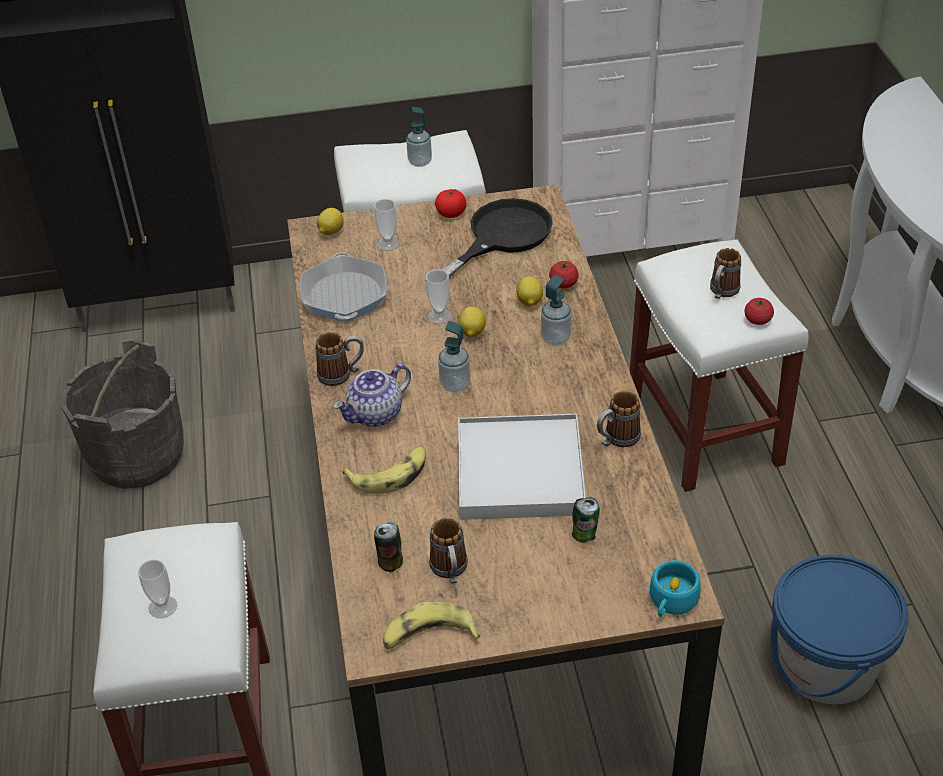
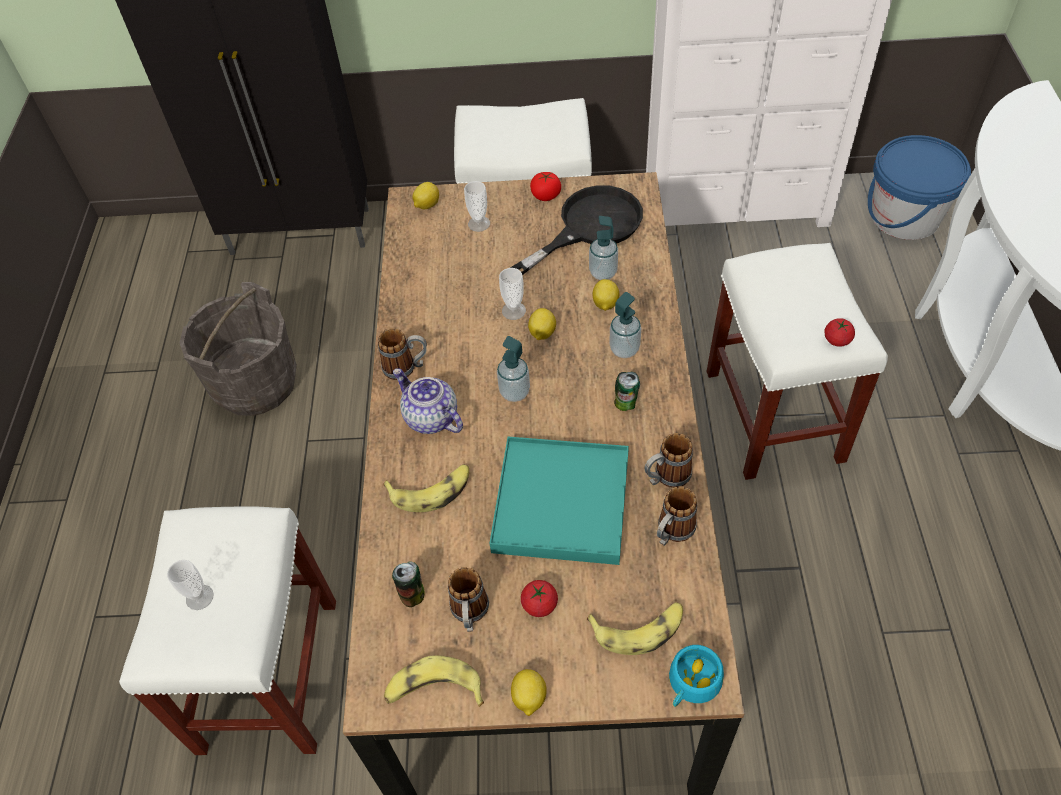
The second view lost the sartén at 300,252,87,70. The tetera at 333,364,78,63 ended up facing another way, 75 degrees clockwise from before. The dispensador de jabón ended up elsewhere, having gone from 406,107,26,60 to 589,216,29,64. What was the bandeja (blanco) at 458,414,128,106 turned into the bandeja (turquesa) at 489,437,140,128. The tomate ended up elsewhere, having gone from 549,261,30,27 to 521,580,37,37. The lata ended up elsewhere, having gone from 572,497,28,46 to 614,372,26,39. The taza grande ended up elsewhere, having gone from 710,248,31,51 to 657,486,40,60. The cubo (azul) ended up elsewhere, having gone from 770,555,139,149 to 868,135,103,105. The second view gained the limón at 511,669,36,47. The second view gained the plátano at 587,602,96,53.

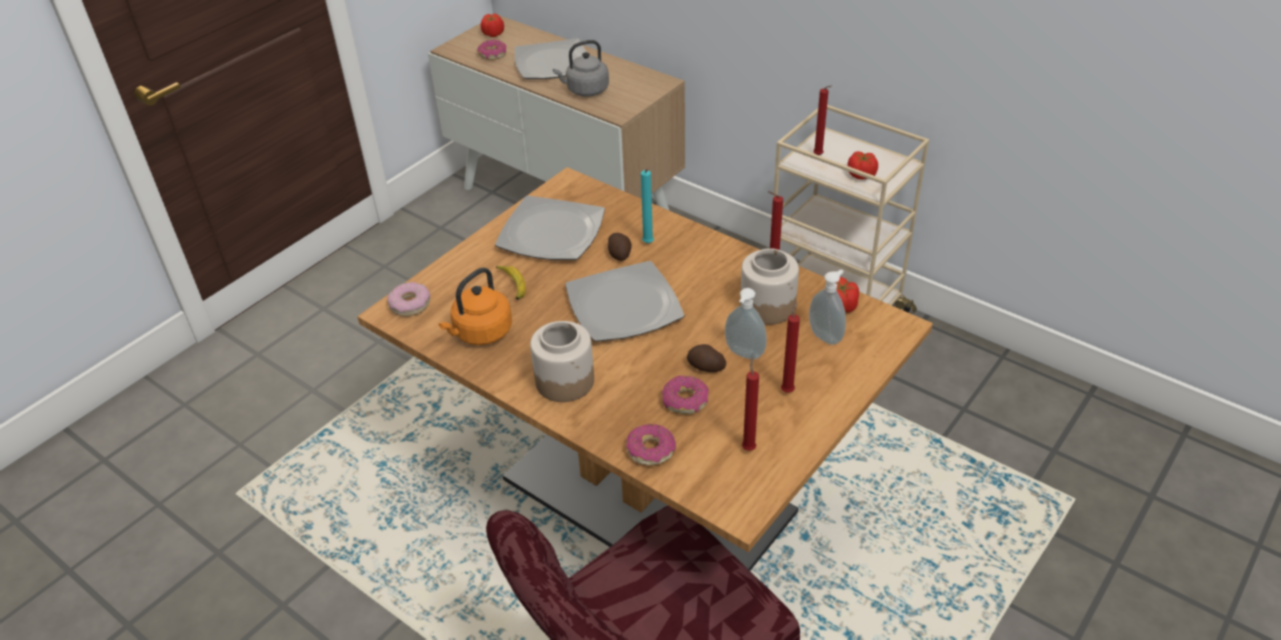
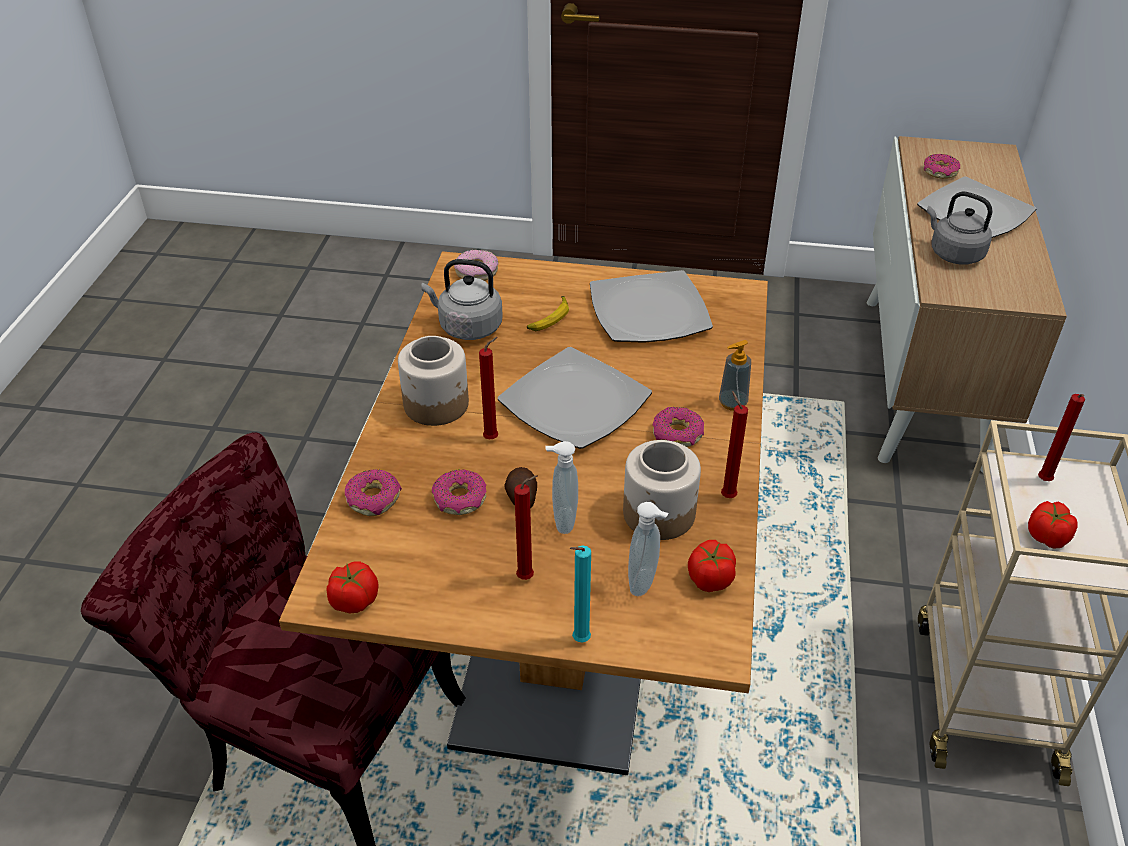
What was the hervidor (naranja) at 438,268,74,77 turned into the hervidor (gris) at 422,259,81,81. The tomate ended up elsewhere, having gone from 480,13,24,24 to 326,561,53,52. The second view lost the patata at 608,233,24,28. The vela (turquesa) ended up elsewhere, having gone from 641,169,13,74 to 570,545,21,97. The vela (rojo) ended up elsewhere, having gone from 742,358,17,93 to 479,337,19,102. The second view gained the rosquilla at 652,407,52,40. The second view gained the dispensador de jabón at 719,340,32,71.

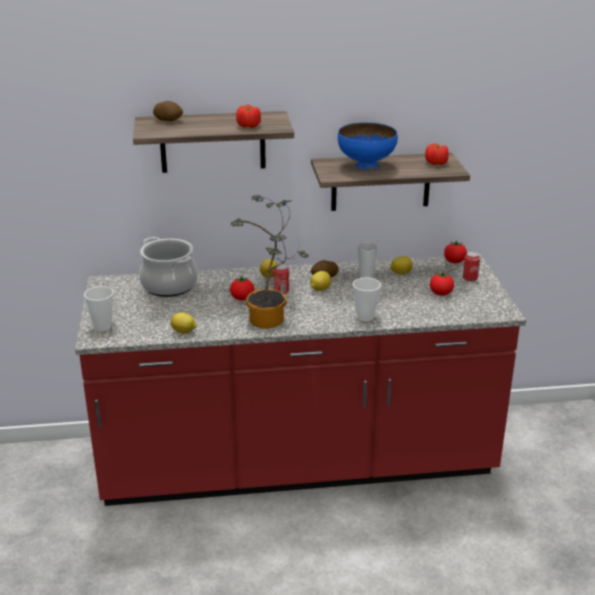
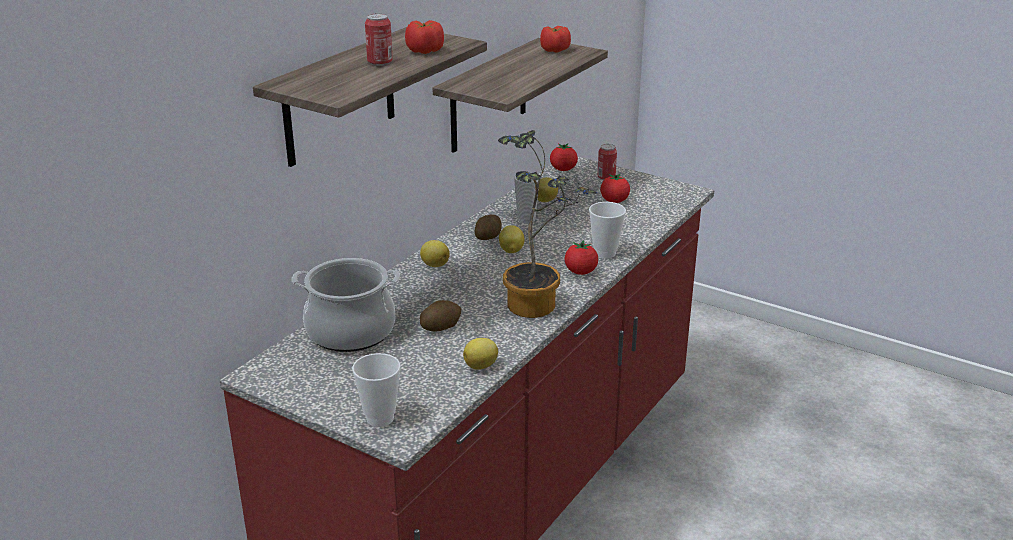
The patata ended up elsewhere, having gone from 153,101,30,20 to 420,300,41,32. The tomate ended up elsewhere, having gone from 230,275,24,26 to 565,240,33,35. The lata ended up elsewhere, having gone from 274,264,15,30 to 365,13,27,53. The second view lost the cuenco (azul) at 338,122,60,49.

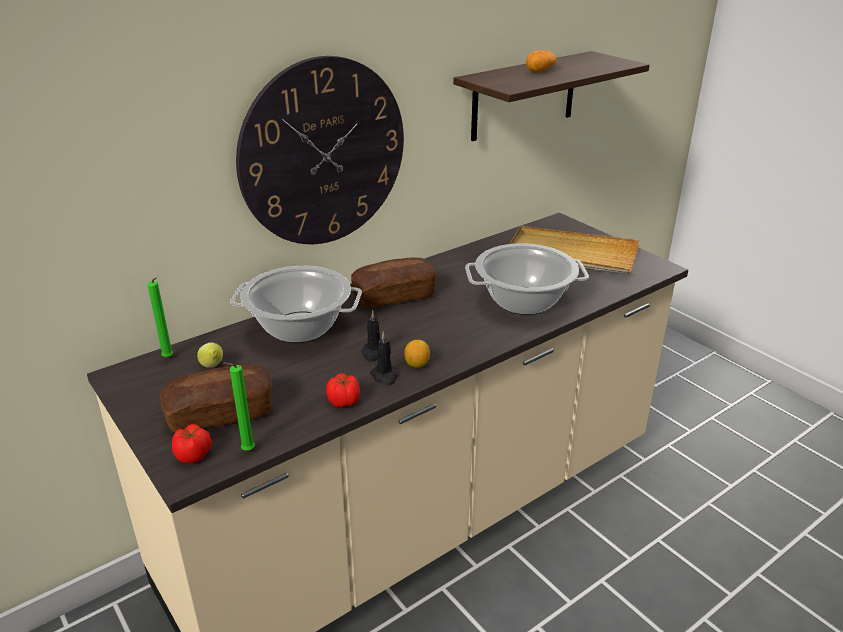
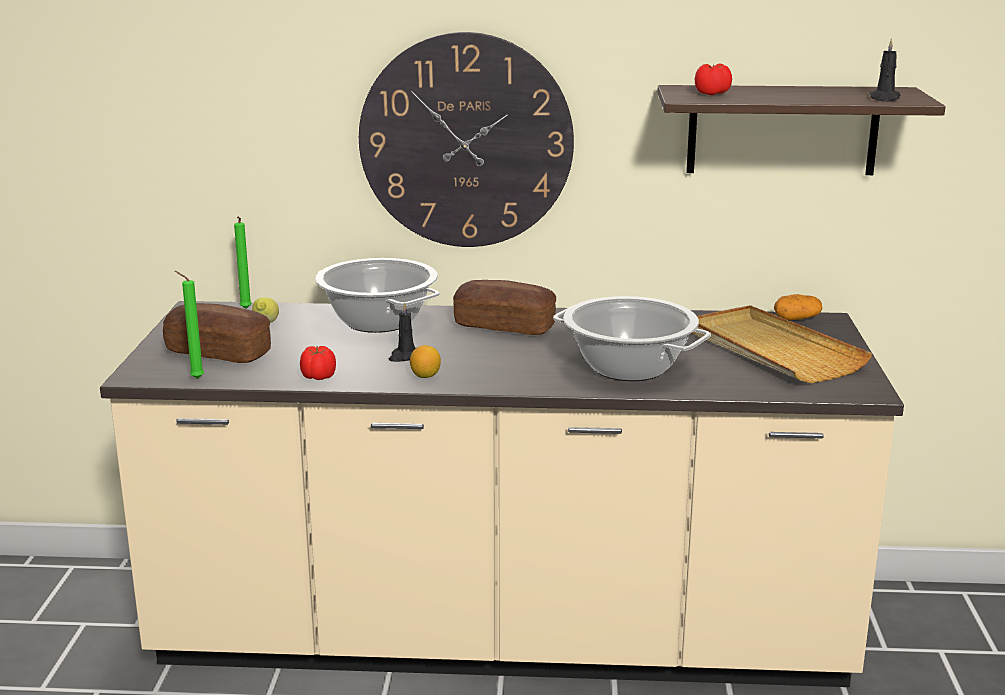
The tomate ended up elsewhere, having gone from 172,424,40,39 to 695,64,37,31. The vela (negro) ended up elsewhere, having gone from 370,332,28,53 to 870,38,30,64. The patata ended up elsewhere, having gone from 526,50,31,23 to 774,294,48,26.

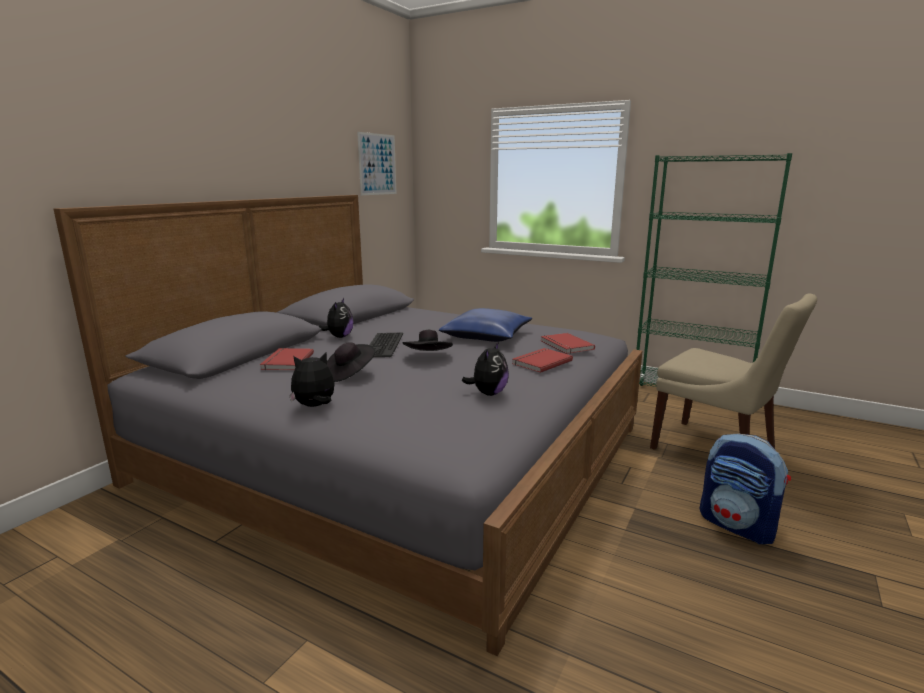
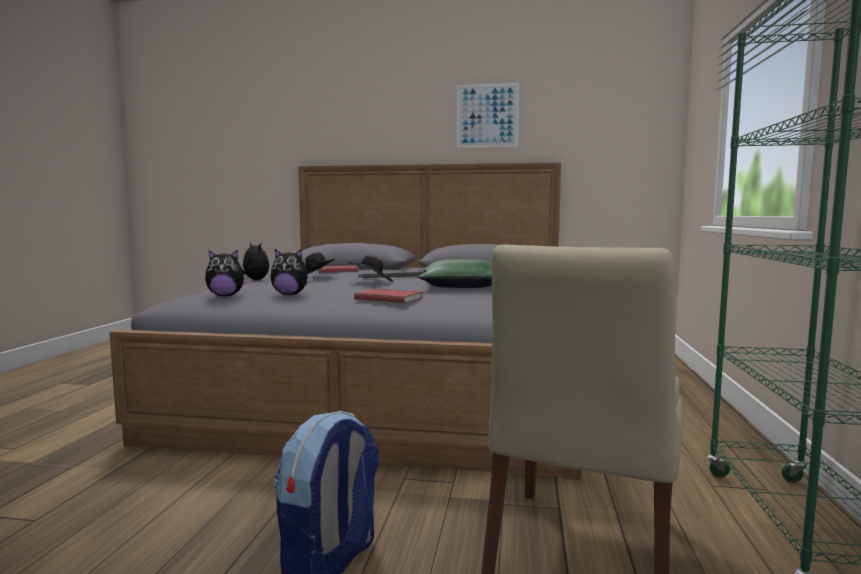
The peluche ended up elsewhere, having gone from 319,298,35,40 to 205,249,44,48. The cuadro ended up elsewhere, having gone from 357,132,39,63 to 457,83,62,65. What was the cojín (azul) at 439,308,93,34 turned into the cojín (verde) at 418,259,74,29. The second view lost the libro (rojo) at 541,333,54,21.

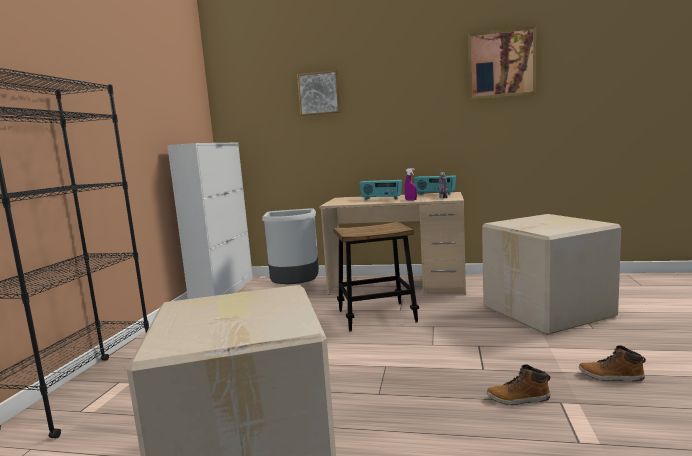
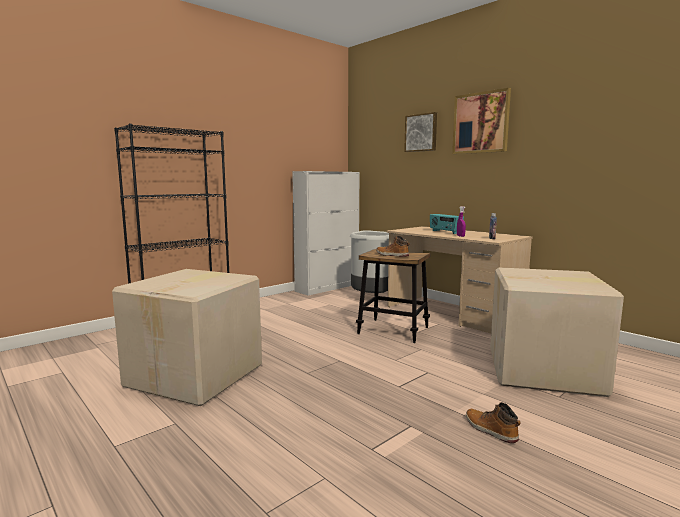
The second view lost the radio at 413,176,43,19. The cuadro ended up elsewhere, having gone from 468,26,68,74 to 452,88,59,66. The bota ended up elsewhere, having gone from 487,365,63,40 to 376,236,34,21.

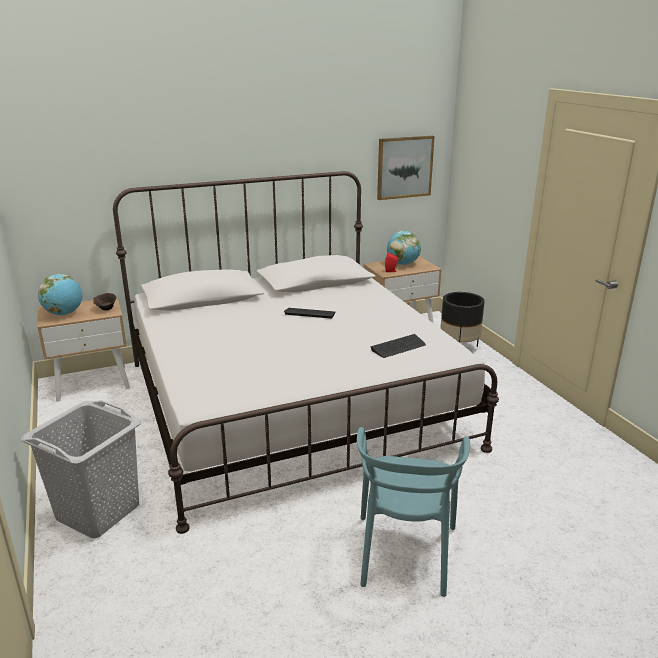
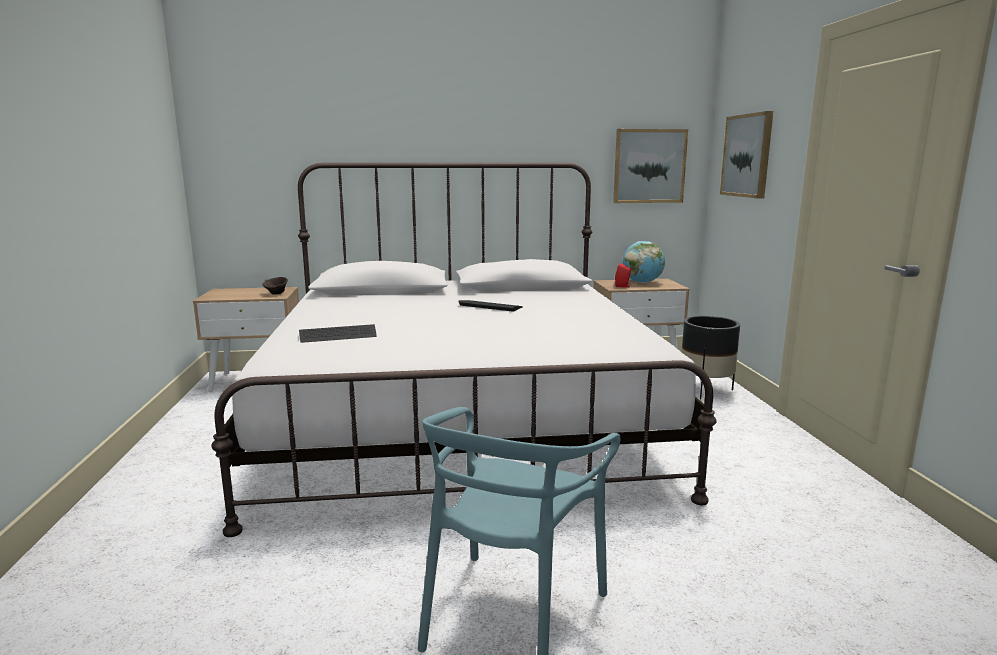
The second view lost the cesto de la ropa (gris) at 21,400,121,138. The second view lost the globo terráqueo at 38,274,44,42. The teclado ended up elsewhere, having gone from 370,334,56,24 to 299,324,78,19. The second view gained the cuadro at 720,111,53,88.

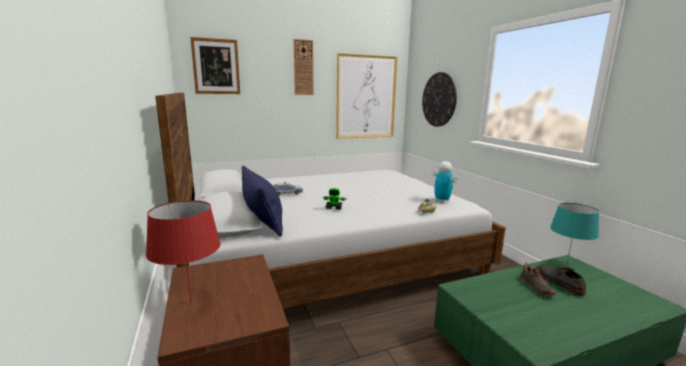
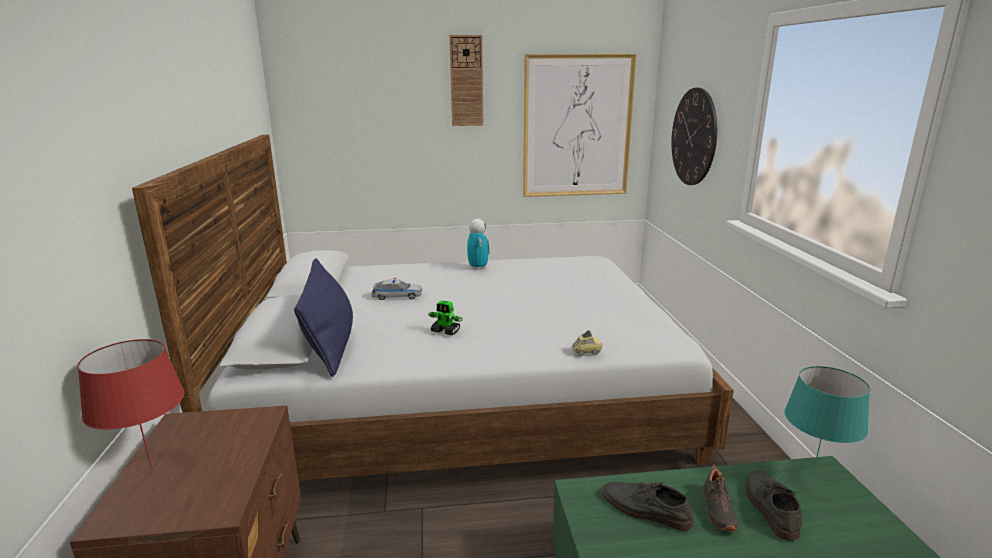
The second view lost the cuadro at 190,37,50,57. The robot de juguete ended up elsewhere, having gone from 432,161,26,41 to 467,219,23,51. The second view gained the zapato (gris) at 602,482,92,49.

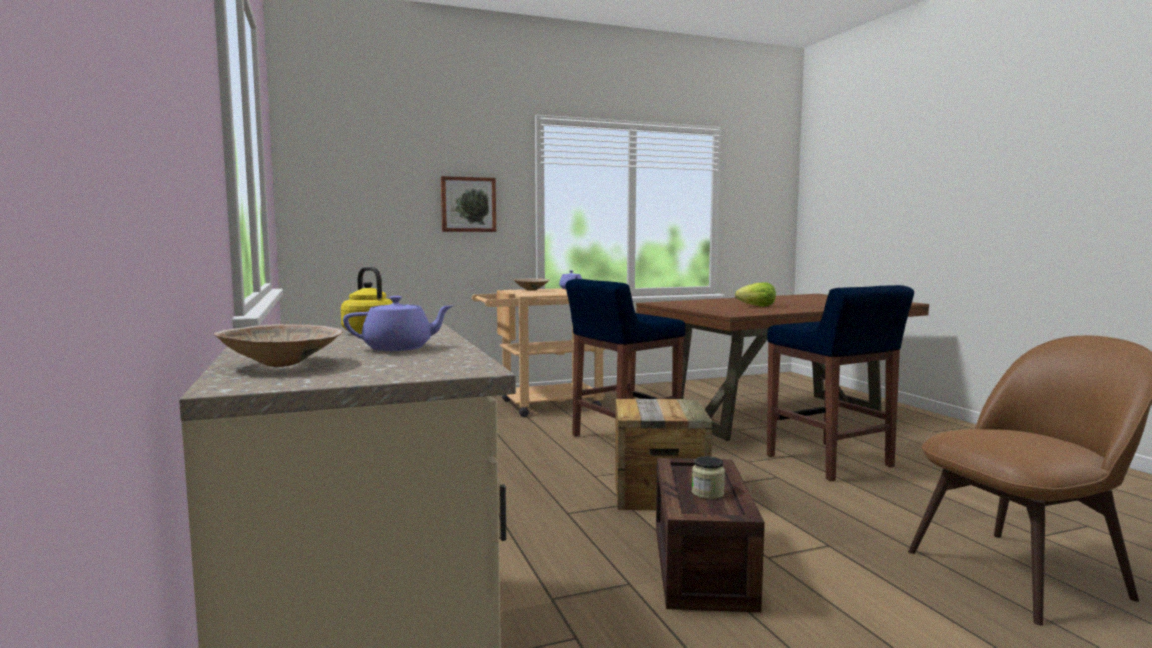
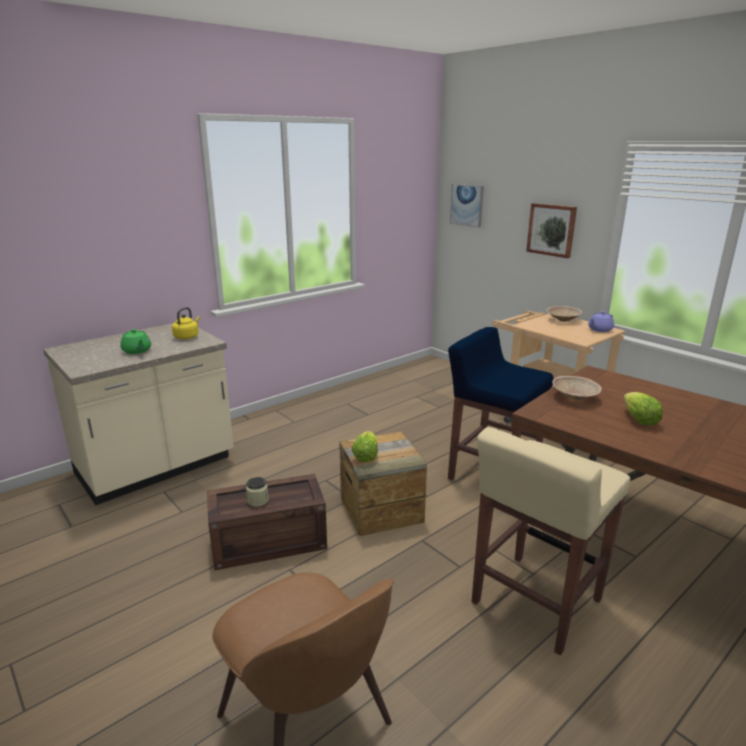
The cuenco (beis) ended up elsewhere, having gone from 214,324,129,43 to 552,376,50,24. What was the tetera (morado) at 343,296,111,55 turned into the tetera (verde) at 120,329,31,25. What was the taburete (azul) at 767,285,147,196 turned into the taburete (beis) at 472,427,158,228. The second view gained the lechuga at 352,431,26,31. The second view gained the cuadro at 450,184,34,43.

